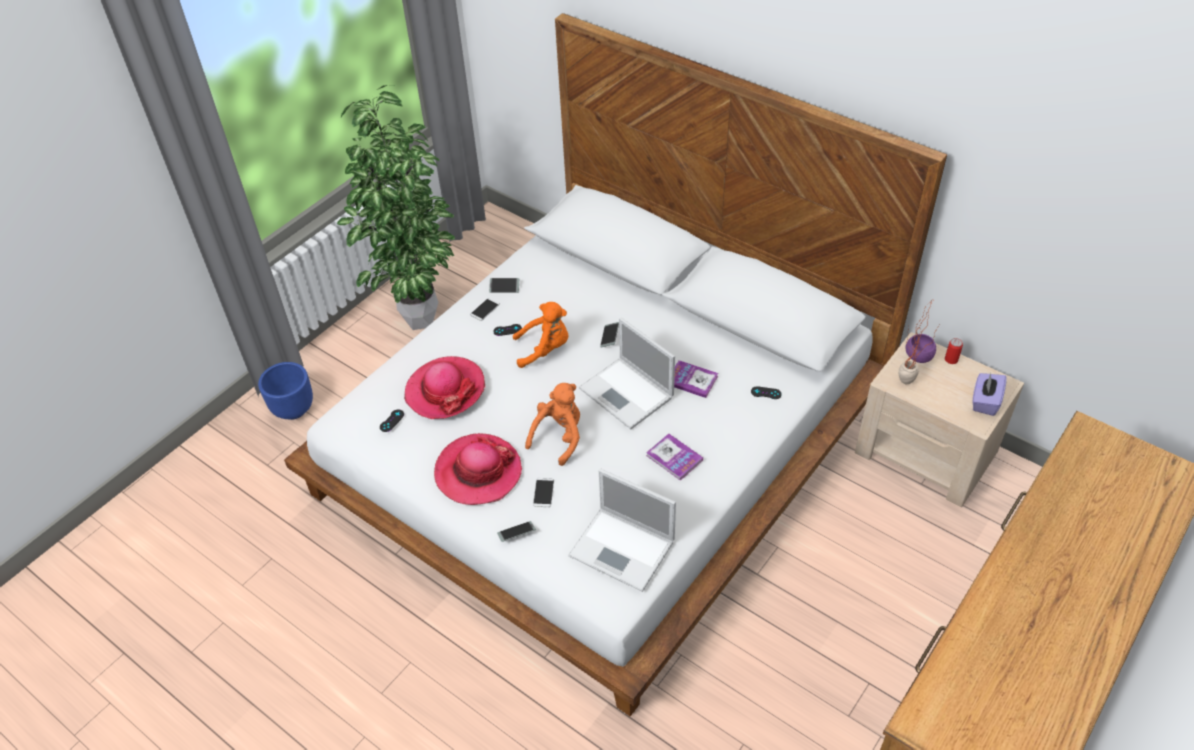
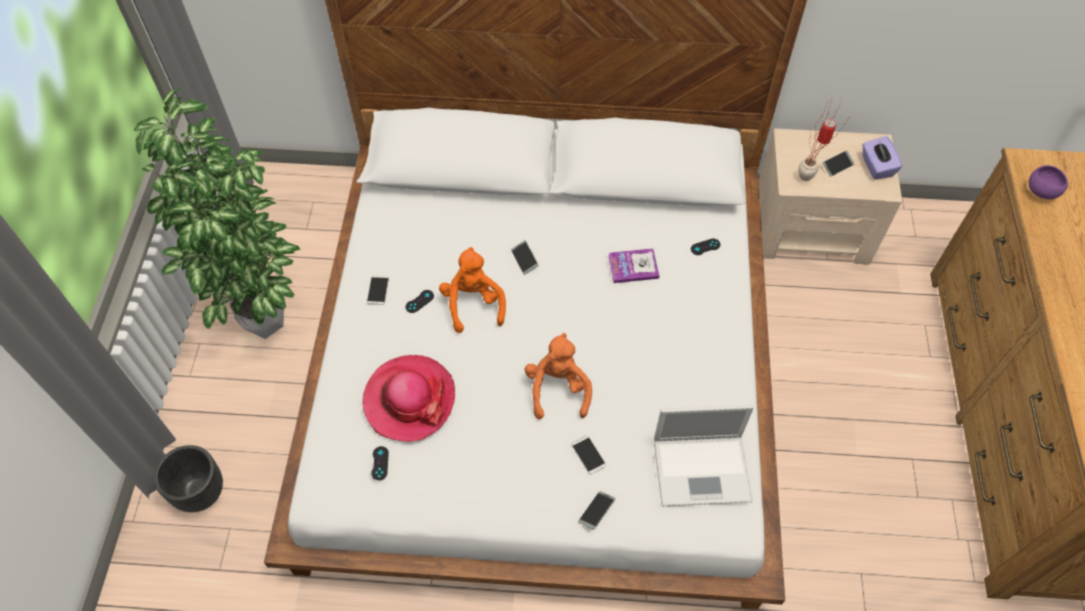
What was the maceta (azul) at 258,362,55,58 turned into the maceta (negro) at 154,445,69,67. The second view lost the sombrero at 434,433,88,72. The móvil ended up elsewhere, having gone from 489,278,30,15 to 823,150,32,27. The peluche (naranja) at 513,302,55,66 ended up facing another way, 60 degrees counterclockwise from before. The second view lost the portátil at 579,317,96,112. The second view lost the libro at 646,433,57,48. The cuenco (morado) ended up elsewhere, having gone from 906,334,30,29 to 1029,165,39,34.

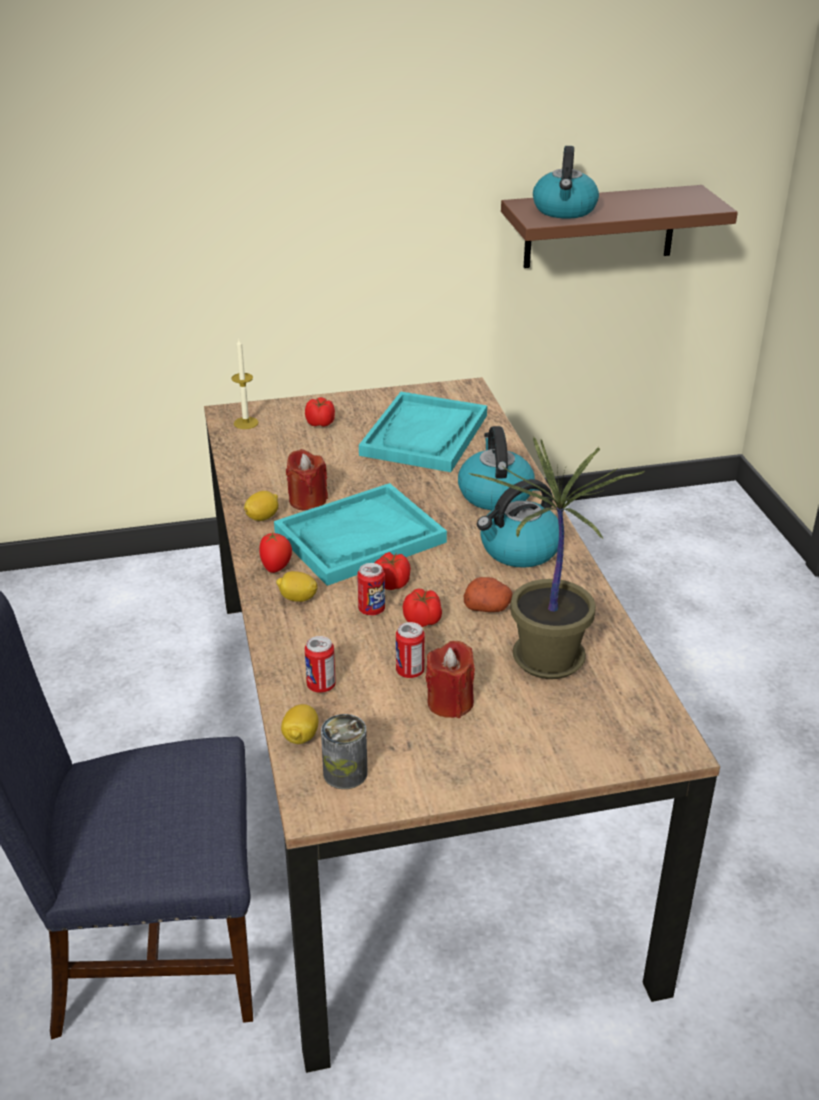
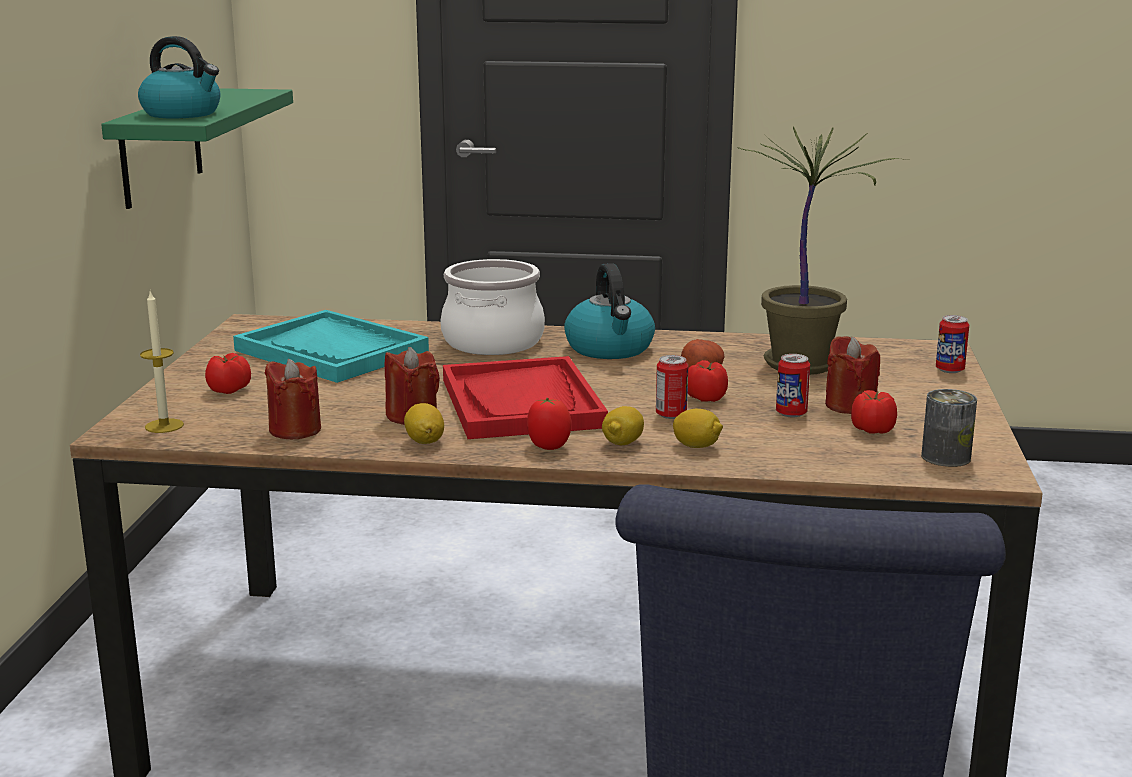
What was the bandeja (turquesa) at 274,483,173,103 turned into the bandeja (rojo) at 443,356,165,83. The limón ended up elsewhere, having gone from 281,704,37,40 to 673,409,50,39. The lata ended up elsewhere, having gone from 305,636,31,57 to 936,315,33,58. The tomate ended up elsewhere, having gone from 375,552,36,38 to 851,390,46,44. Where the hervidor stood at 458,426,77,84, the olla came to stand at 440,259,105,96. What was the estante (marrón) at 501,185,237,83 turned into the estante (verde) at 101,88,192,121. The second view gained the vela (rojo) at 265,359,56,80.

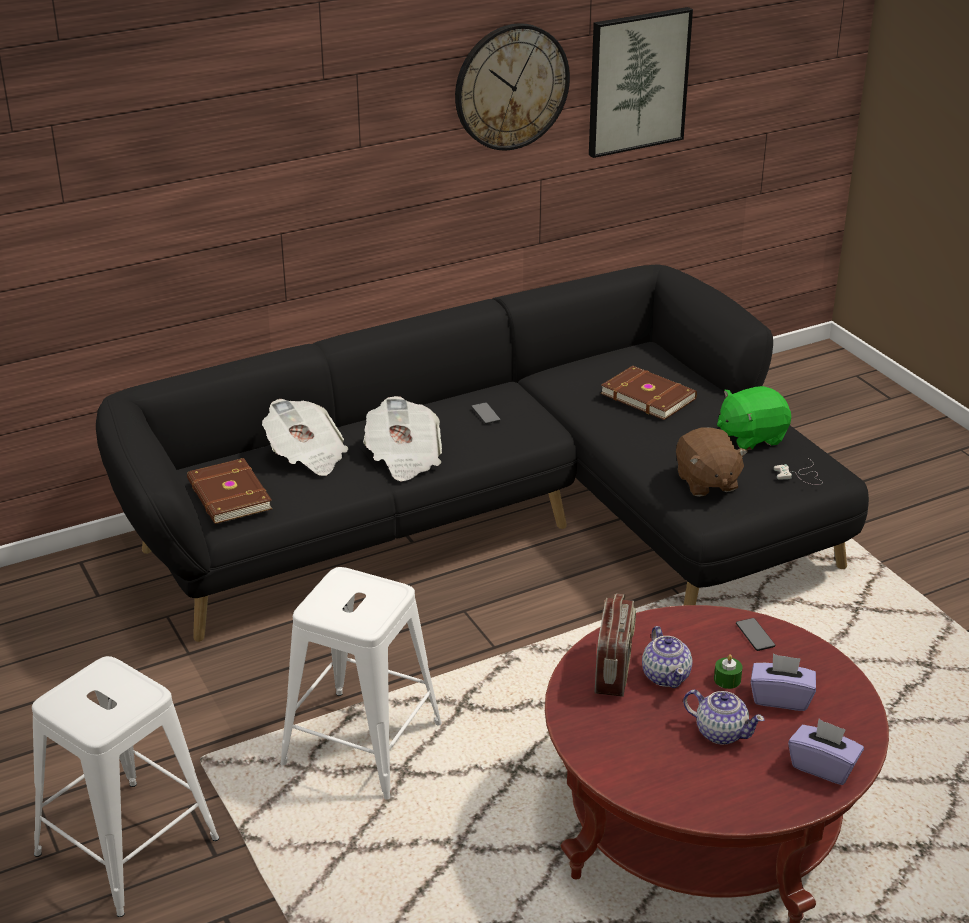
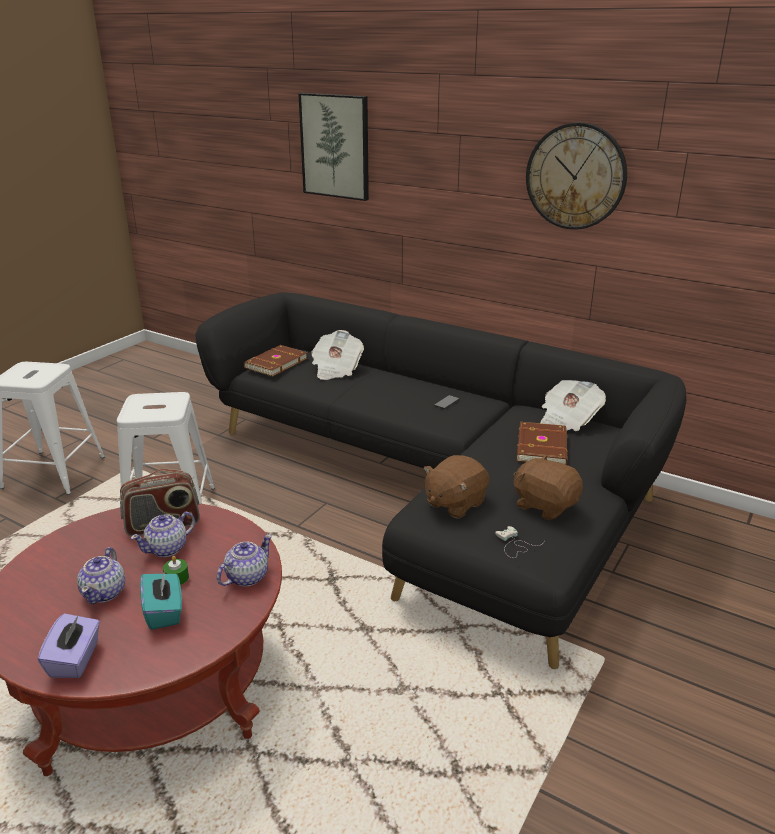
The periódico ended up elsewhere, having gone from 363,396,79,86 to 541,380,65,51. The cuadro ended up elsewhere, having gone from 589,7,104,151 to 298,93,71,108. What was the peluche (verde) at 717,386,74,64 turned into the peluche (marrón) at 514,455,69,65. Where the móvil stood at 736,618,39,33, the tetera came to stand at 217,535,55,51. What was the caja de pañuelos (morado) at 751,654,65,57 turned into the caja de pañuelos (turquesa) at 140,570,42,60.

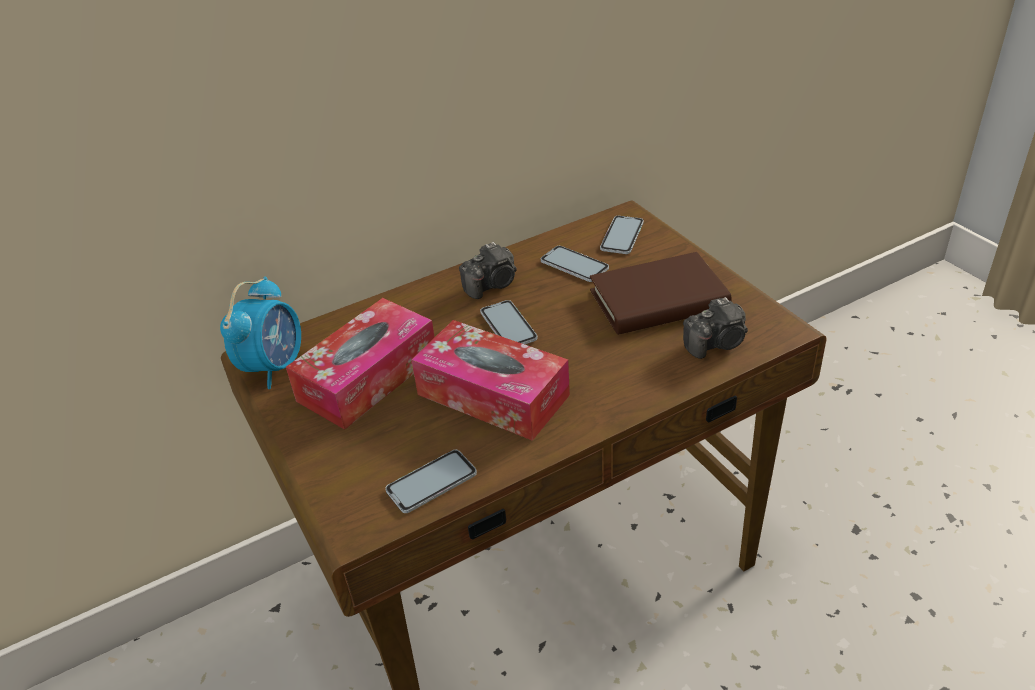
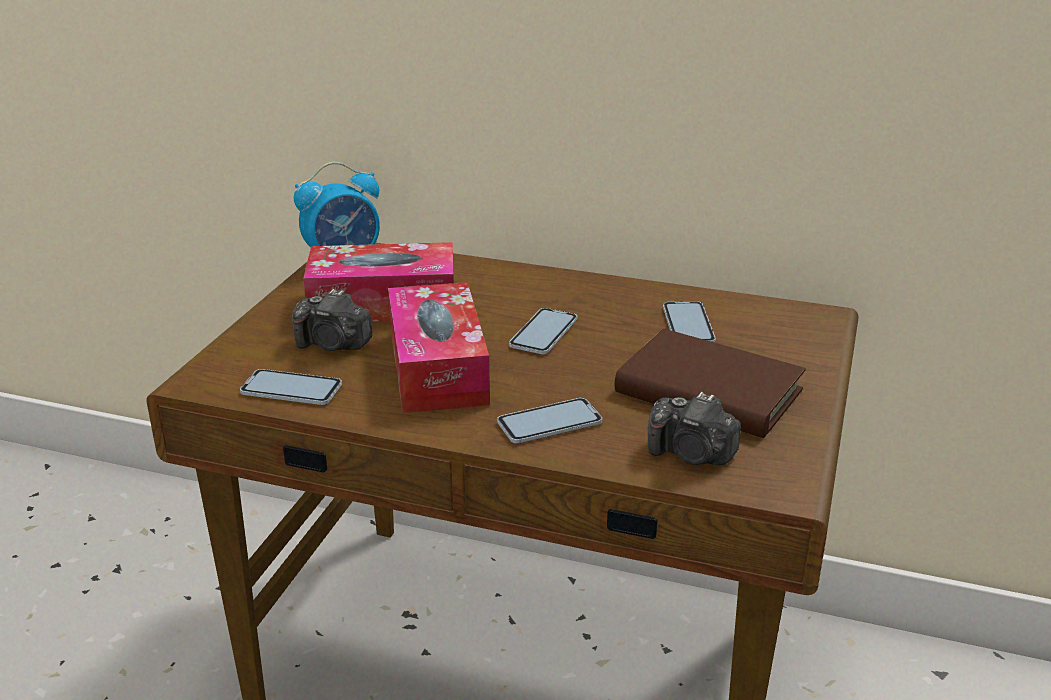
The cámara ended up elsewhere, having gone from 459,242,58,57 to 292,289,80,62. The móvil ended up elsewhere, having gone from 600,216,44,38 to 497,398,105,46.

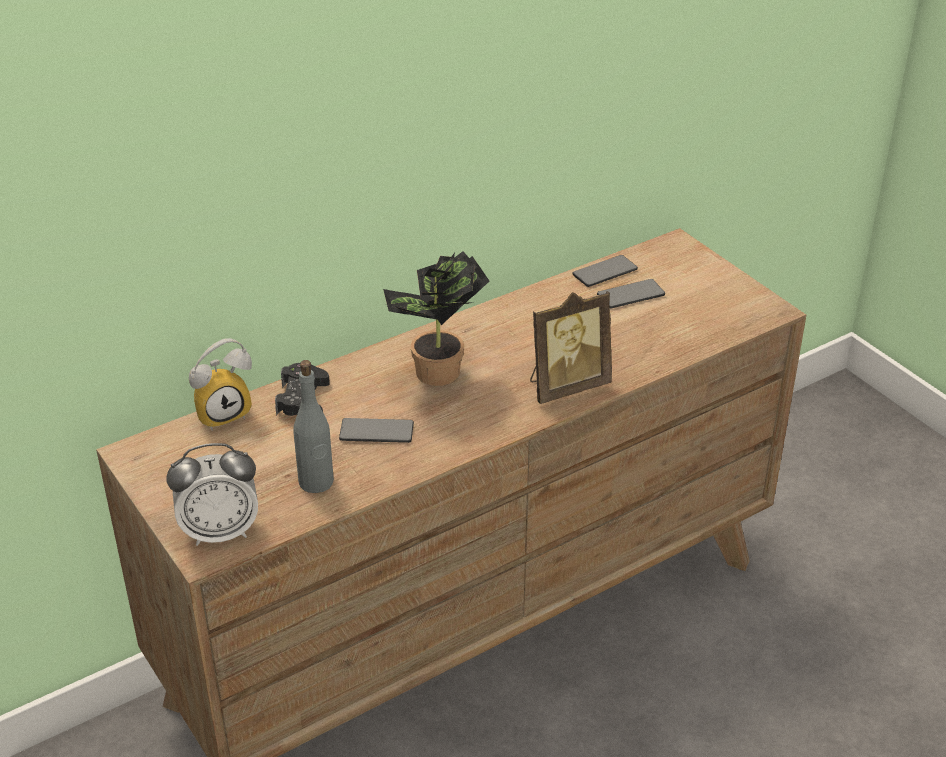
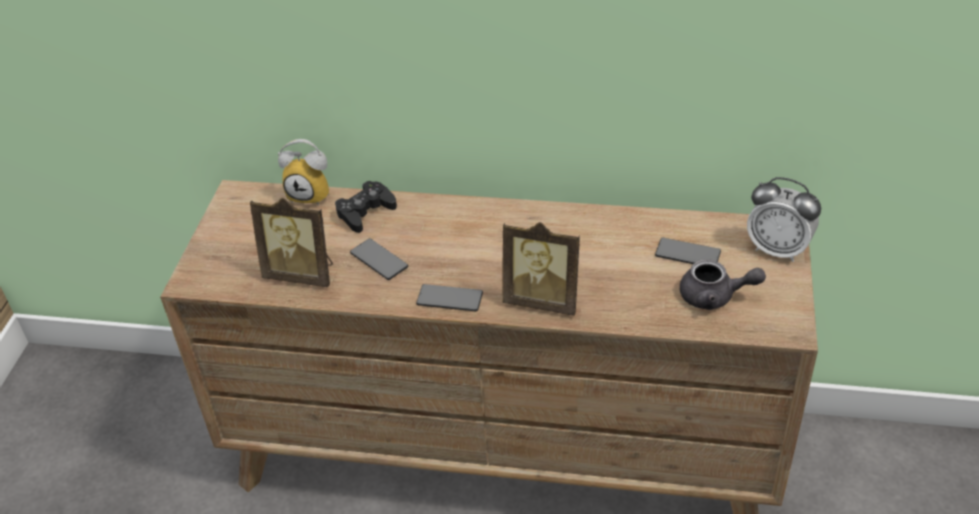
The despertador ended up elsewhere, having gone from 166,443,92,103 to 747,177,74,85. Where the botella (gris) stood at 293,360,41,133, the portarretratos came to stand at 250,198,83,89. The second view lost the planta en maceta at 383,252,106,134. The móvil ended up elsewhere, having gone from 573,255,65,32 to 416,284,67,27. The second view gained the tetera (gris) at 680,259,86,51.

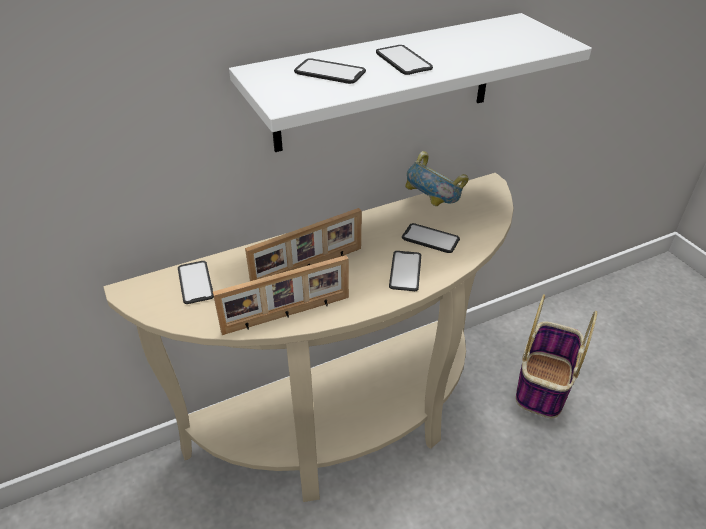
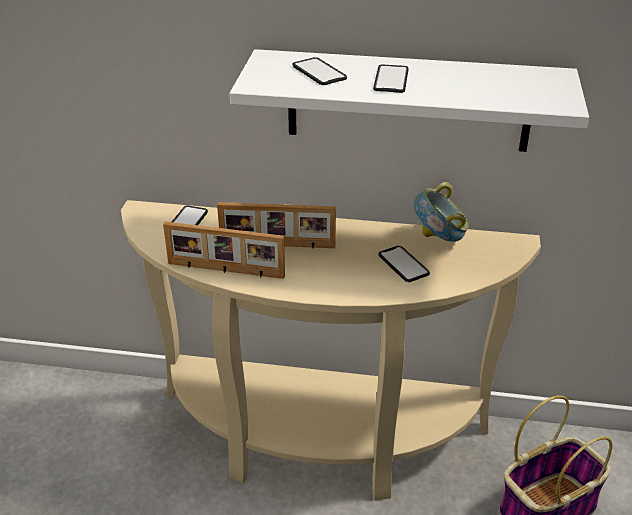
The second view lost the móvil at 389,251,32,40.

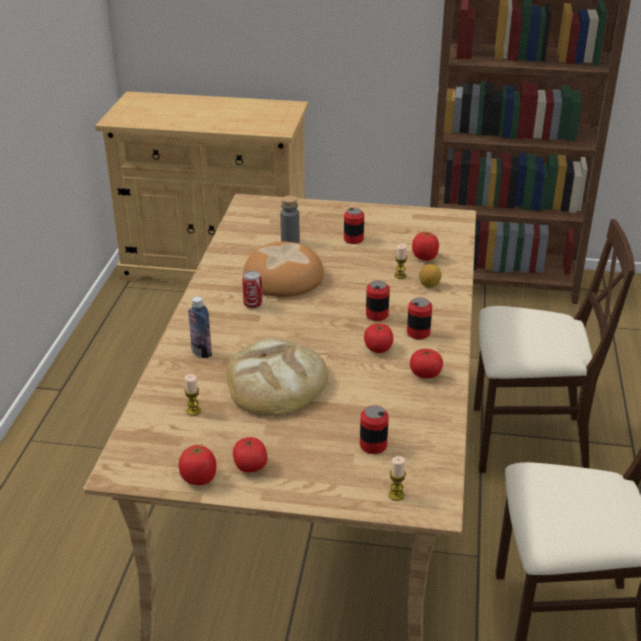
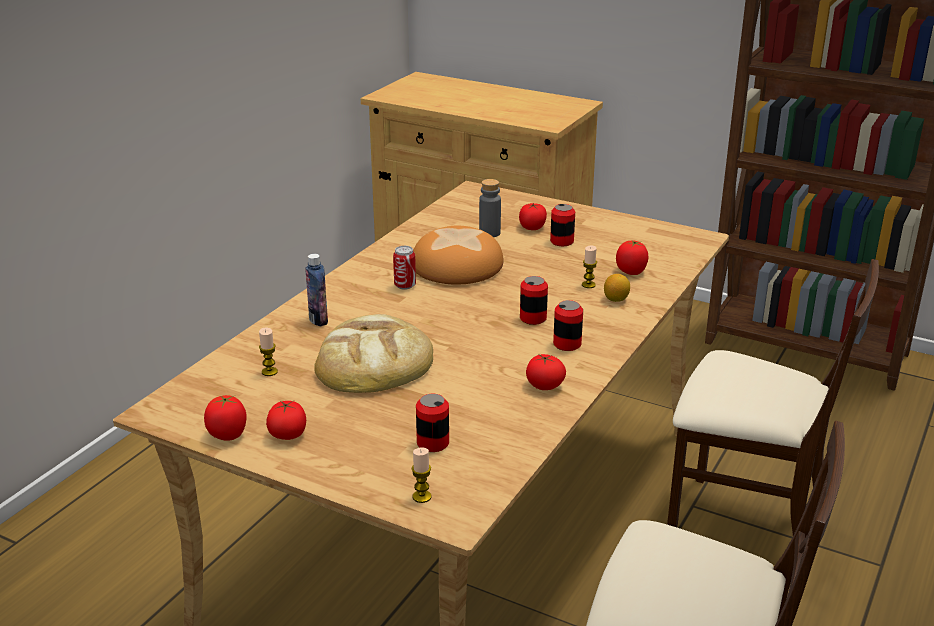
The tomate ended up elsewhere, having gone from 364,323,30,30 to 519,203,28,27.

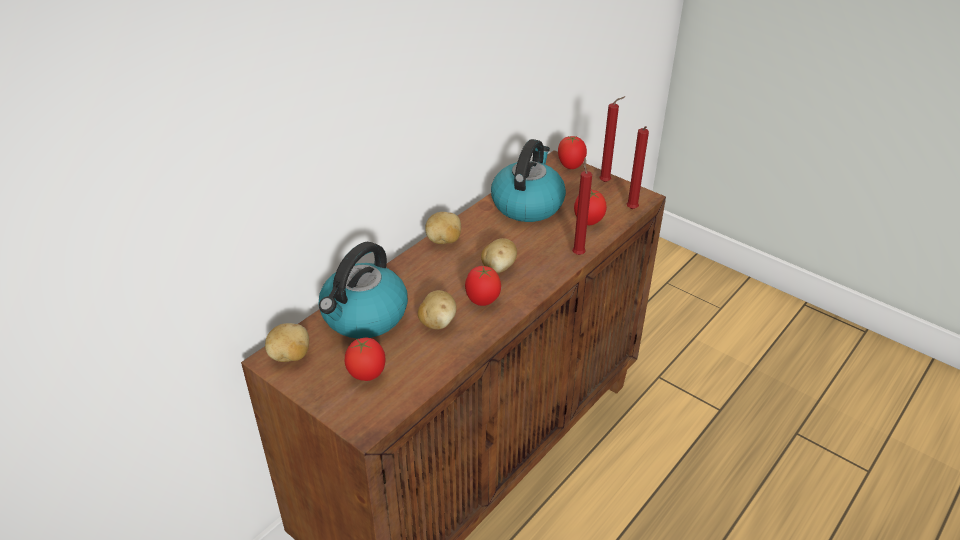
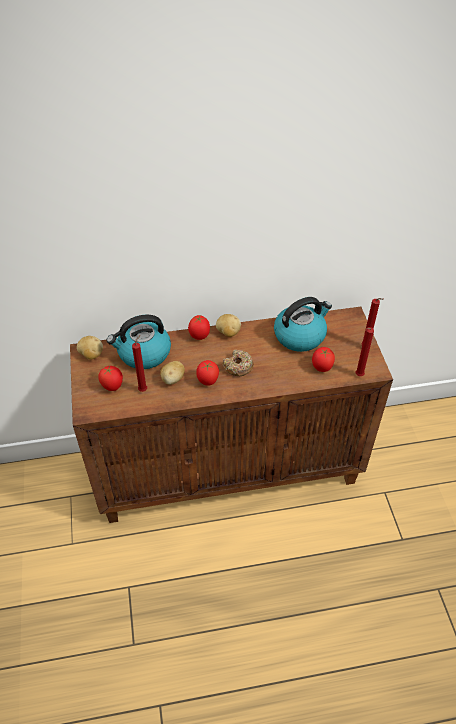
Where the patata stood at 481,238,36,35, the rosquilla came to stand at 222,349,32,27. The tomate ended up elsewhere, having gone from 558,136,29,33 to 188,315,22,25. The vela (rojo) ended up elsewhere, having gone from 572,158,20,97 to 132,335,15,57.

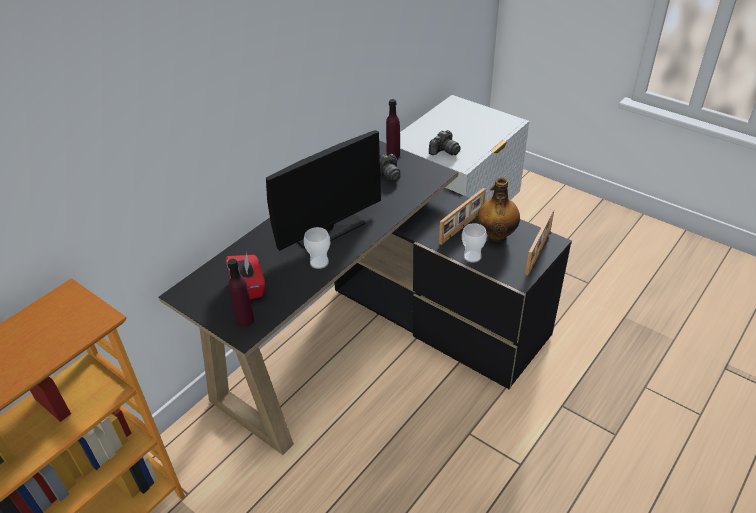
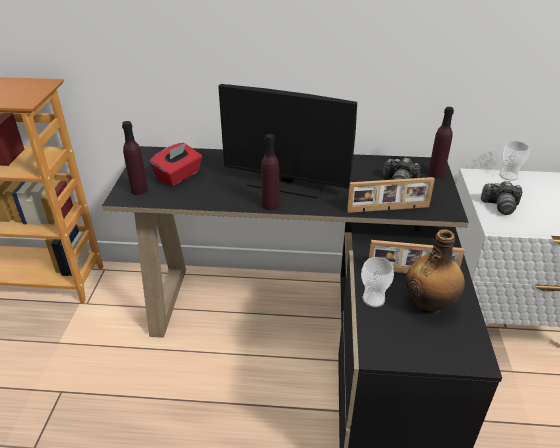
The taza ended up elsewhere, having gone from 304,227,26,42 to 499,141,30,40. The portarretratos ended up elsewhere, having gone from 525,209,29,66 to 347,177,88,36. The second view gained the botella (morado) at 261,134,18,76.

